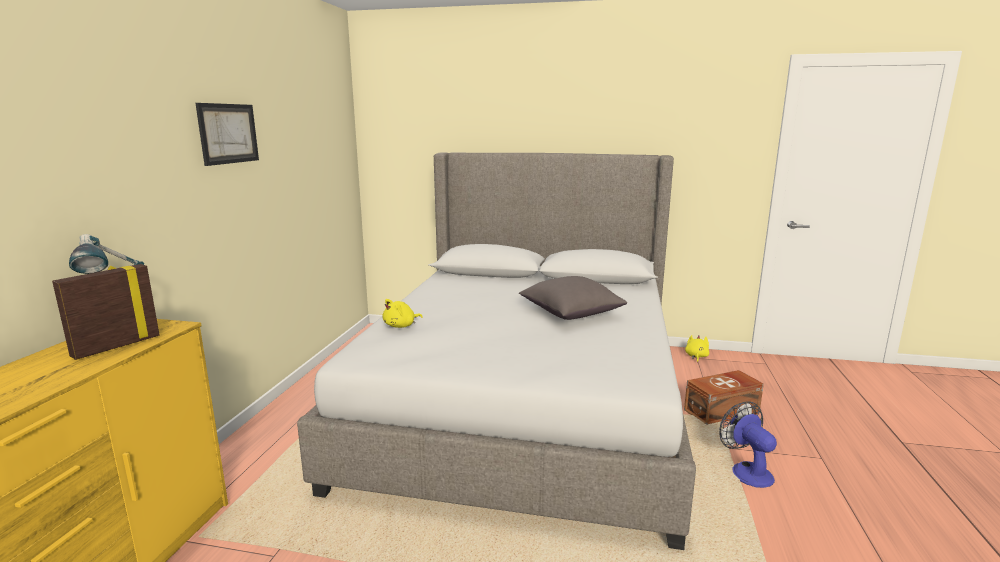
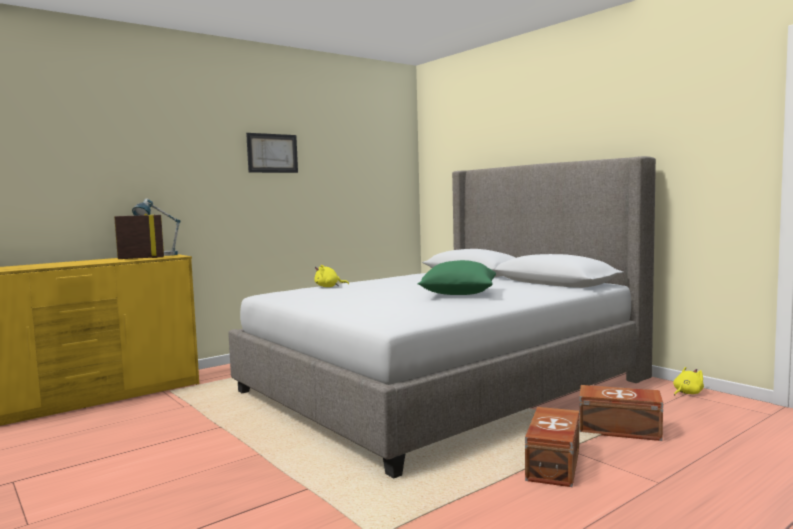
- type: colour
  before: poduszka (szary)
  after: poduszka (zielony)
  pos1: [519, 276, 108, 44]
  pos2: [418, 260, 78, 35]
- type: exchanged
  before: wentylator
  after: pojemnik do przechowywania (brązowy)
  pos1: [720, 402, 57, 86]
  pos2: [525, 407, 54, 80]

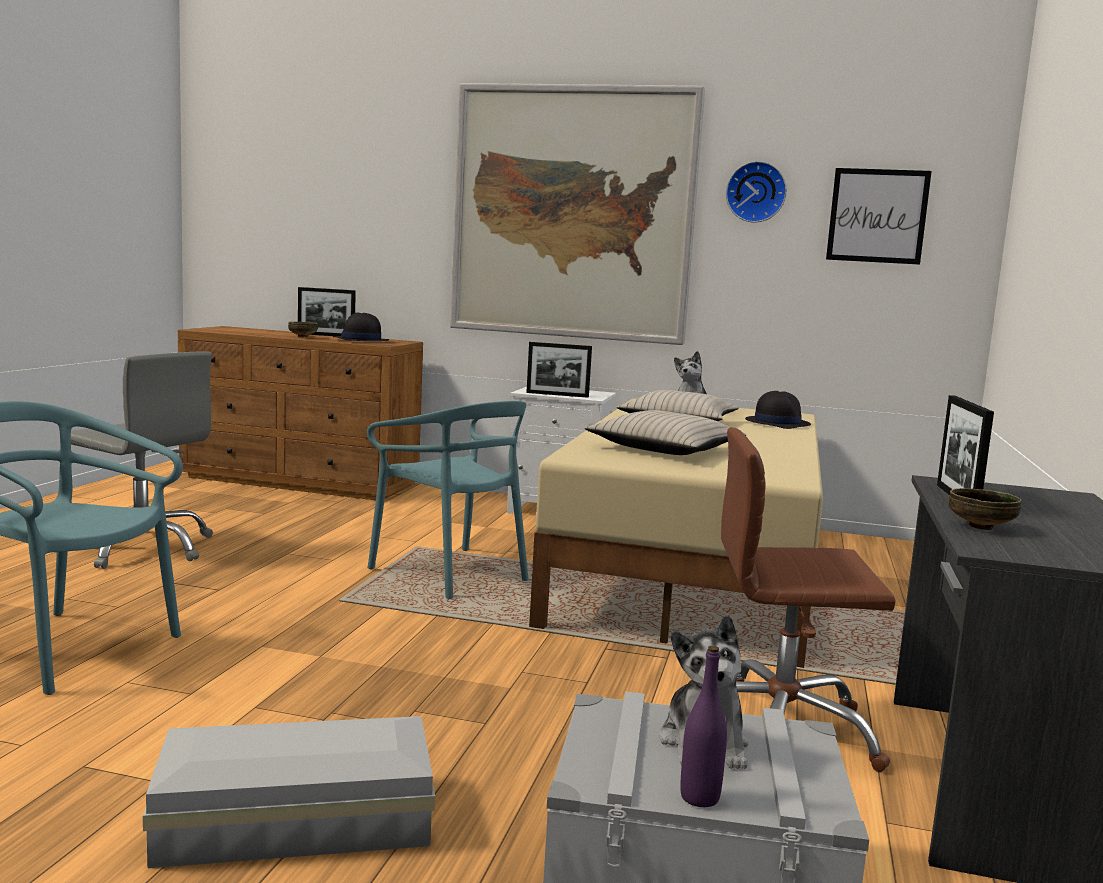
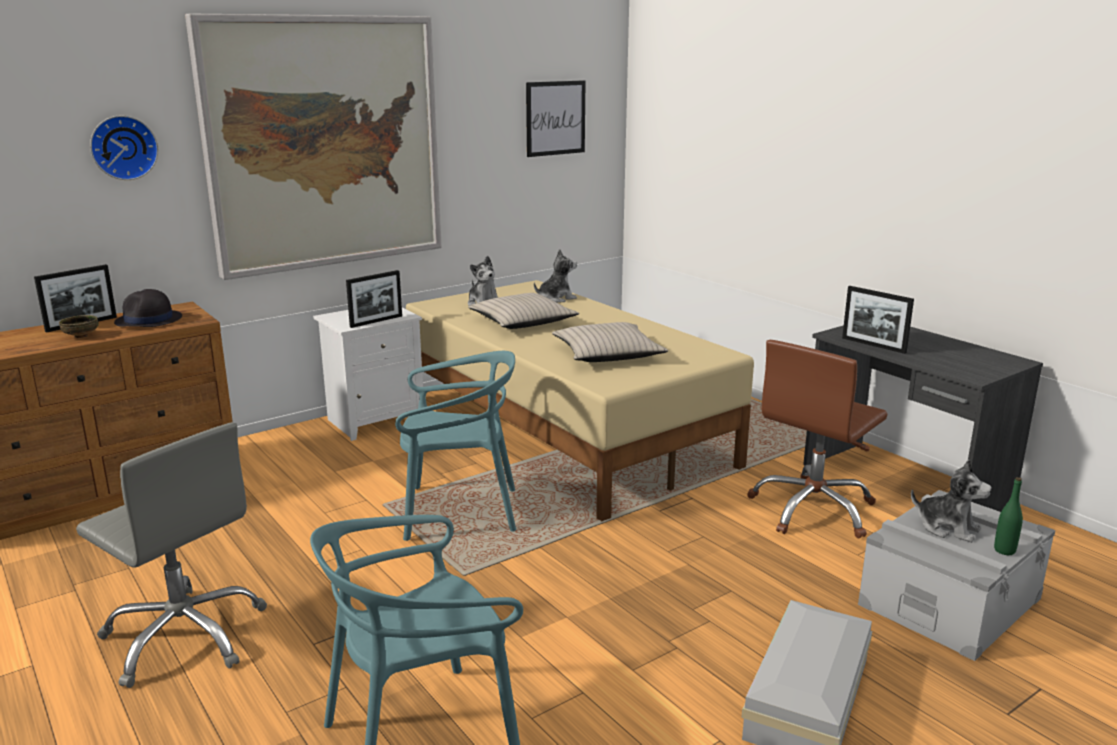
- type: relocated
  before: zegar ścienny
  pos1: [726, 161, 61, 62]
  pos2: [90, 115, 68, 65]
- type: spun
  before: krzesło biurowe (szary)
  pos1: [71, 351, 142, 218]
  pos2: [76, 422, 191, 266]
  turn: 60
- type: exchanged
  before: kapelusz (czarny)
  after: pluszak
  pos1: [745, 391, 66, 38]
  pos2: [534, 249, 43, 54]
- type: missing
  before: miska
  pos1: [949, 488, 73, 42]
- type: colour
  before: butelka (fioletowy)
  after: butelka (zielony)
  pos1: [680, 646, 47, 161]
  pos2: [994, 477, 29, 78]

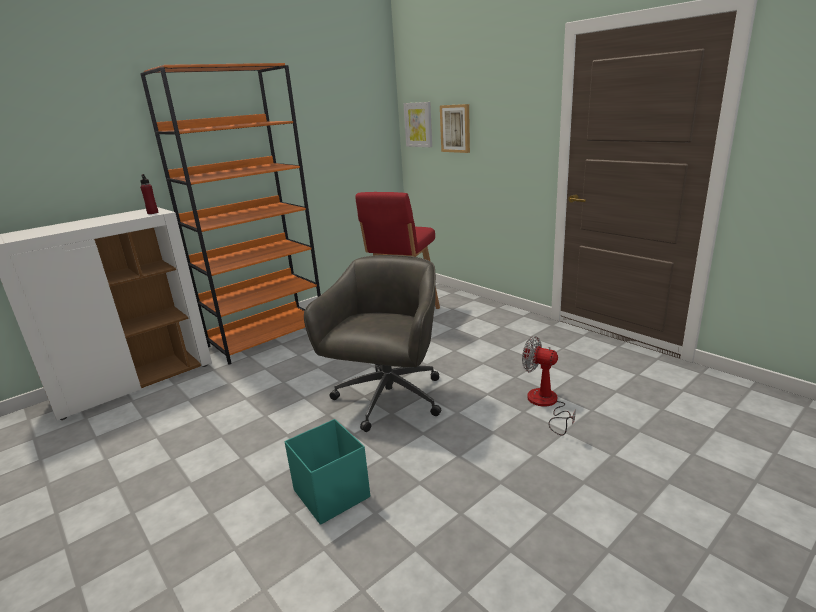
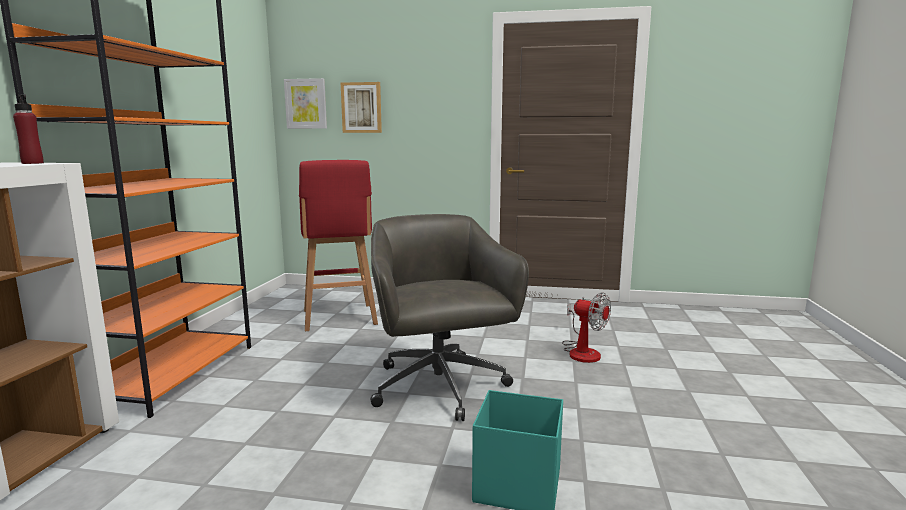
- type: spun
  before: wentylator
  pos1: [522, 336, 54, 100]
  pos2: [562, 292, 49, 71]
  turn: -135

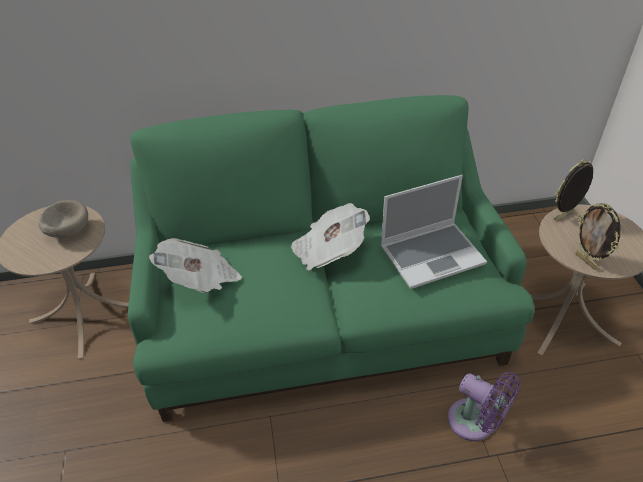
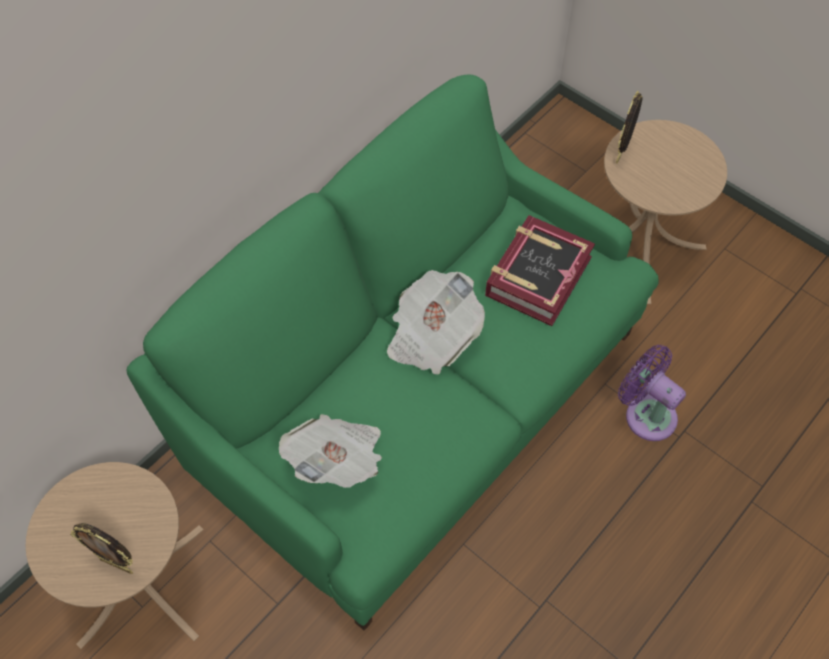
- type: exchanged
  before: laptop
  after: książka
  pos1: [380, 175, 107, 114]
  pos2: [485, 215, 110, 111]
- type: missing
  before: miska (beżowy)
  pos1: [38, 200, 50, 38]
- type: relocated
  before: ramka na zdjęcie
  pos1: [575, 203, 46, 67]
  pos2: [70, 523, 63, 51]
- type: spun
  before: wentylator (fioletowy)
  pos1: [448, 372, 73, 69]
  pos2: [618, 345, 68, 96]
  turn: -135

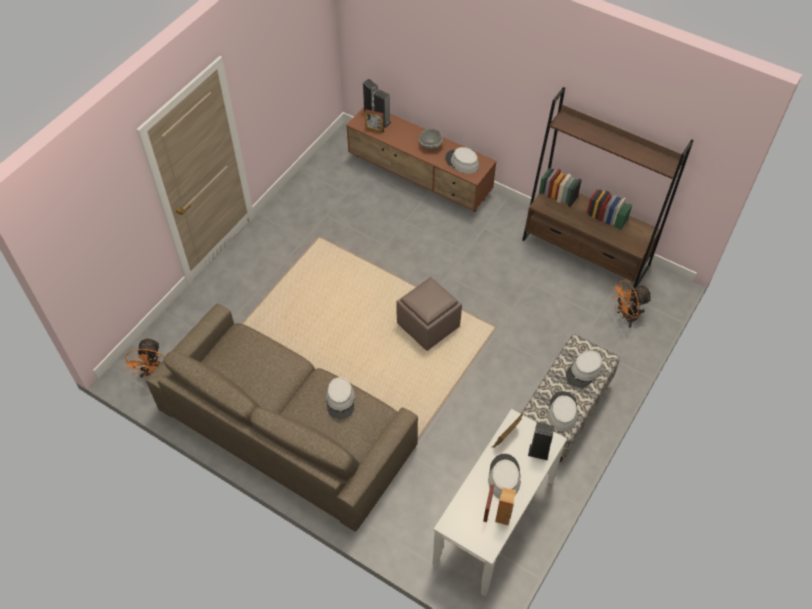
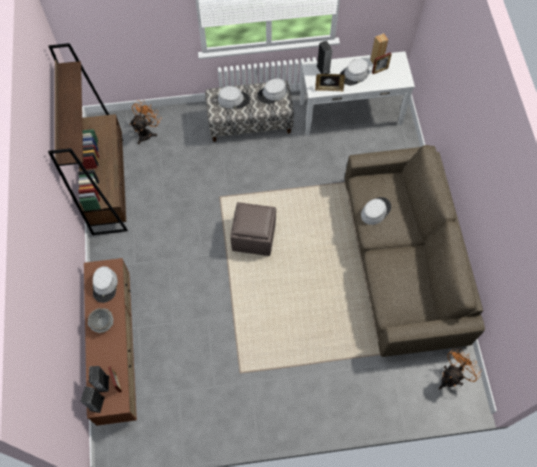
- type: spun
  before: wentylator (pomarańczowy)
  pos1: [612, 280, 40, 48]
  pos2: [130, 100, 32, 44]
  turn: -90

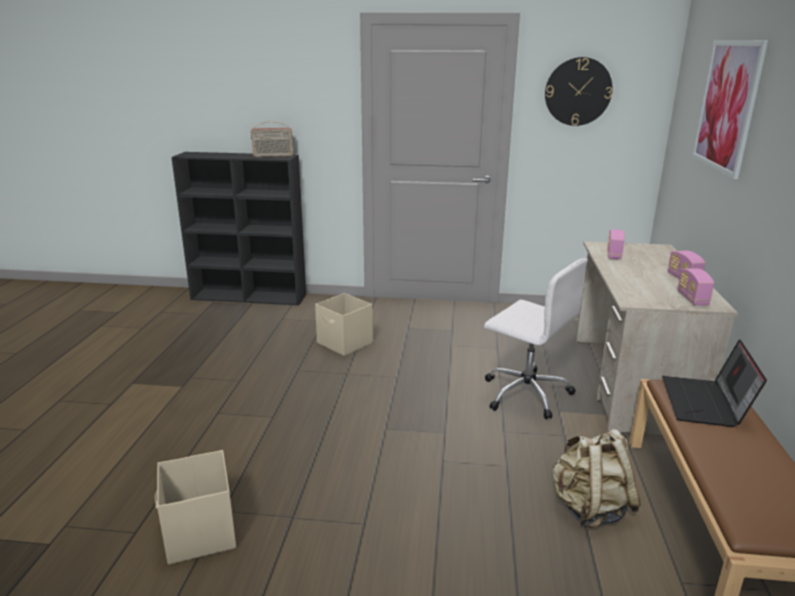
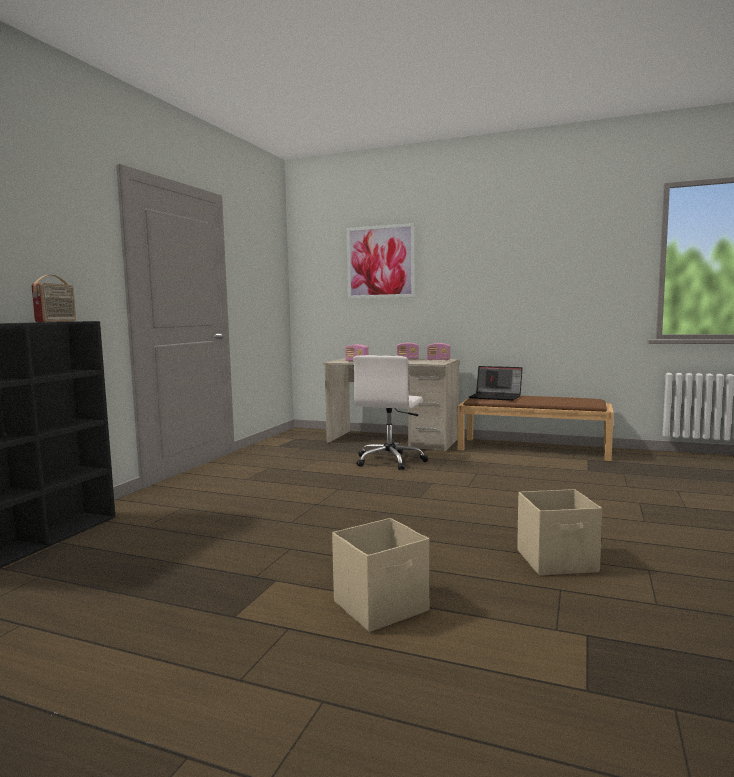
- type: missing
  before: zegar ścienny
  pos1: [545, 57, 67, 69]
- type: spun
  before: krzesło biurowe (biały)
  pos1: [484, 258, 104, 162]
  pos2: [353, 355, 75, 115]
  turn: 150
- type: relocated
  before: pojemnik do przechowywania (beżowy)
  pos1: [315, 293, 58, 63]
  pos2: [332, 518, 98, 114]
- type: missing
  before: plecak (beżowy)
  pos1: [552, 429, 89, 99]

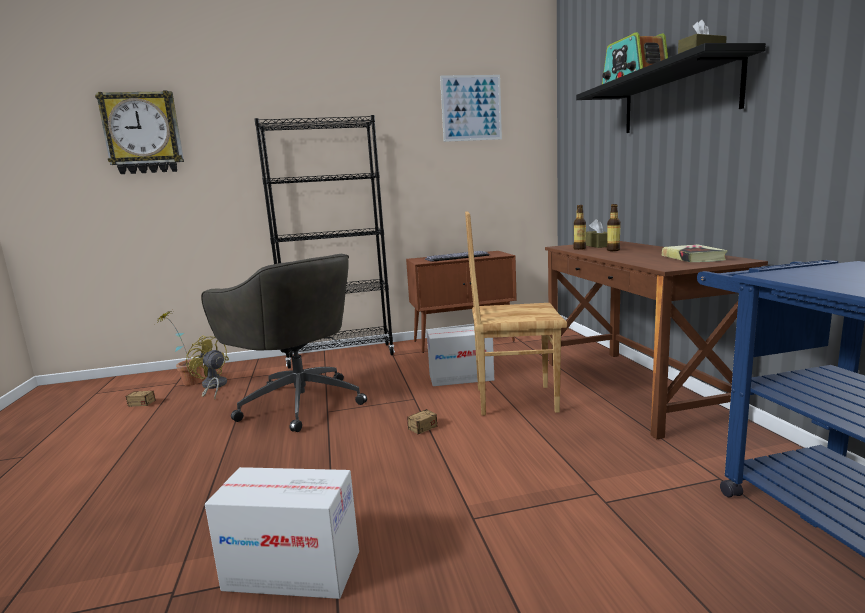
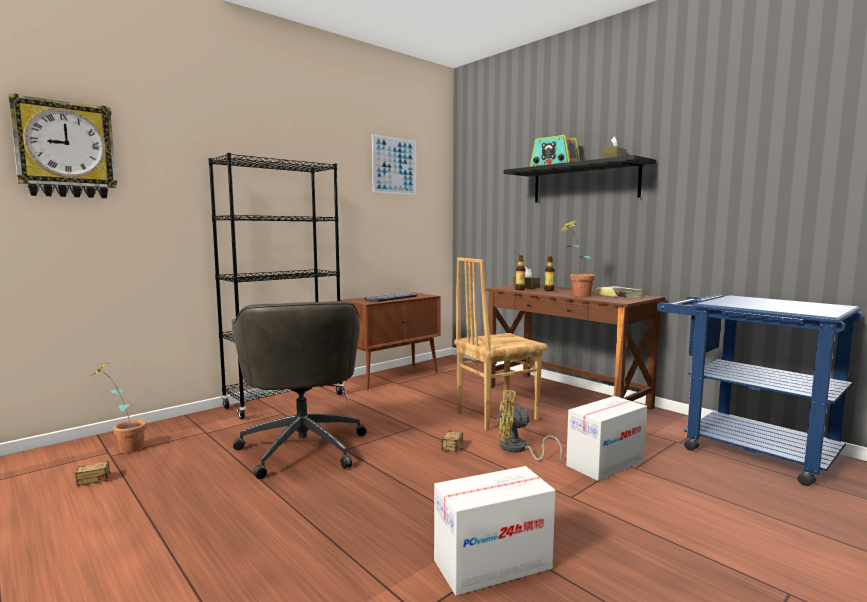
- type: spun
  before: krzesło biurowe (szary)
  pos1: [201, 254, 166, 178]
  pos2: [231, 301, 135, 178]
  turn: 60
- type: relocated
  before: karton
  pos1: [427, 326, 67, 60]
  pos2: [566, 396, 81, 85]
- type: relocated
  before: wentylator (żółty)
  pos1: [186, 336, 43, 63]
  pos2: [497, 390, 66, 71]
- type: appeared
  after: roślina doniczkowa
  pos2: [560, 221, 35, 76]

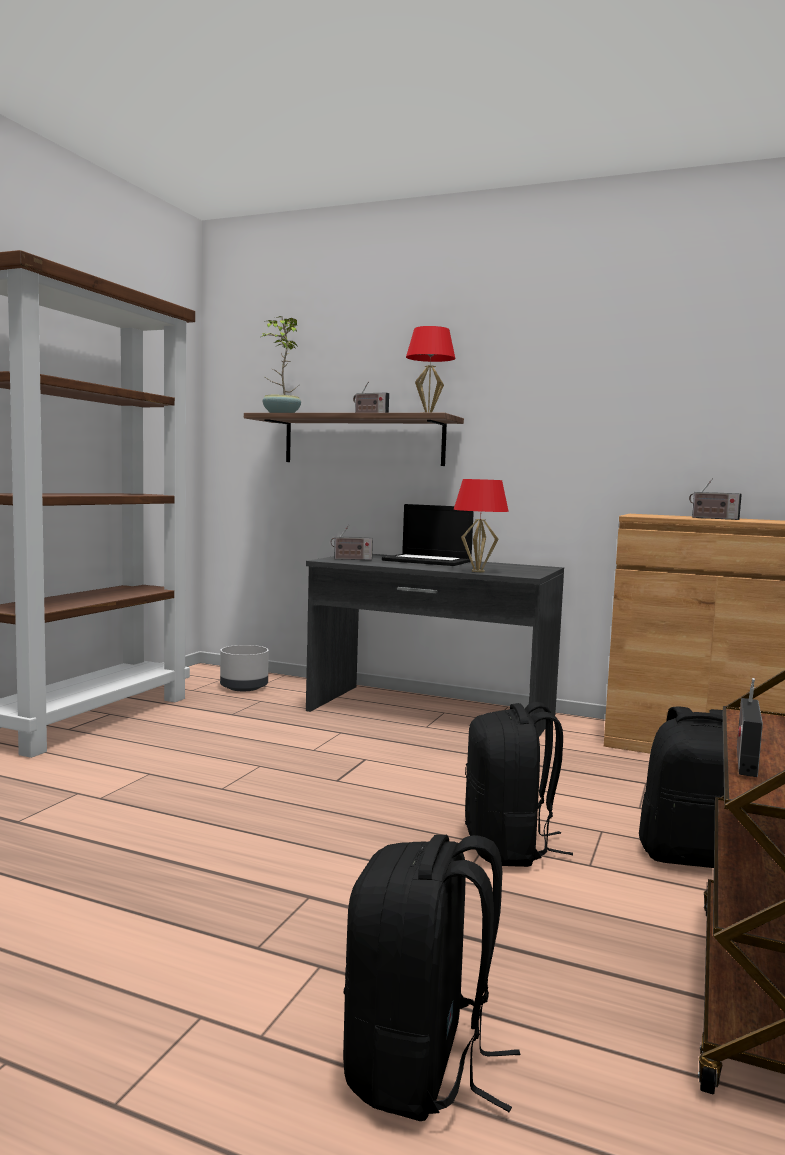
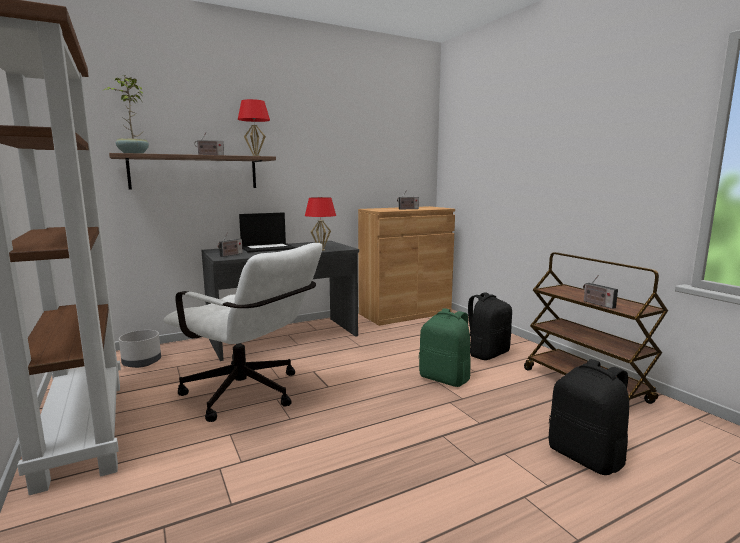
- type: colour
  before: plecak (czarny)
  after: plecak (zielony)
  pos1: [465, 702, 108, 165]
  pos2: [419, 308, 52, 79]
- type: appeared
  after: krzesło biurowe (biały)
  pos2: [163, 243, 160, 179]

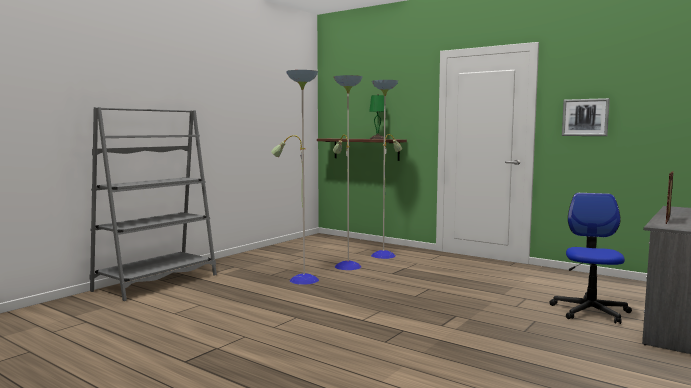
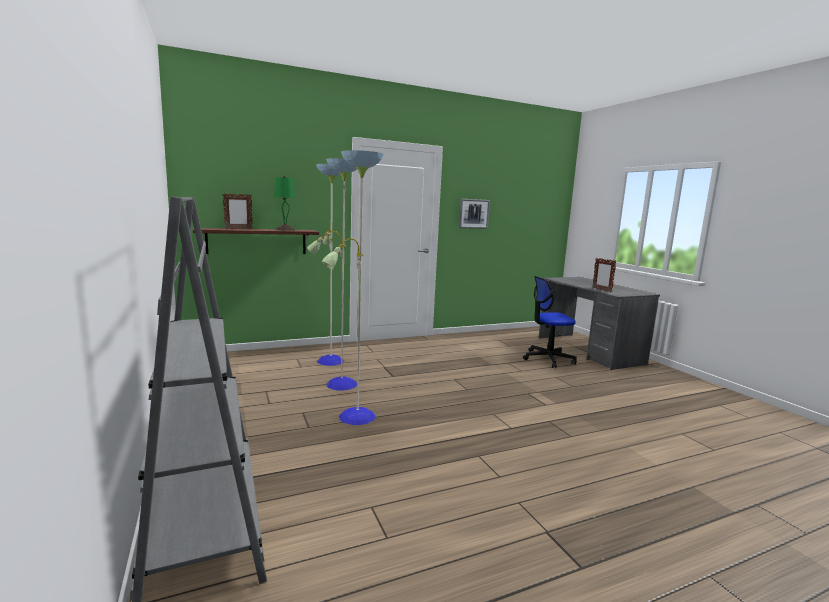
- type: spun
  before: krzesło biurowe
  pos1: [549, 193, 83, 131]
  pos2: [523, 276, 54, 92]
  turn: -60
- type: appeared
  after: ramka na zdjęcie
  pos2: [223, 193, 30, 36]

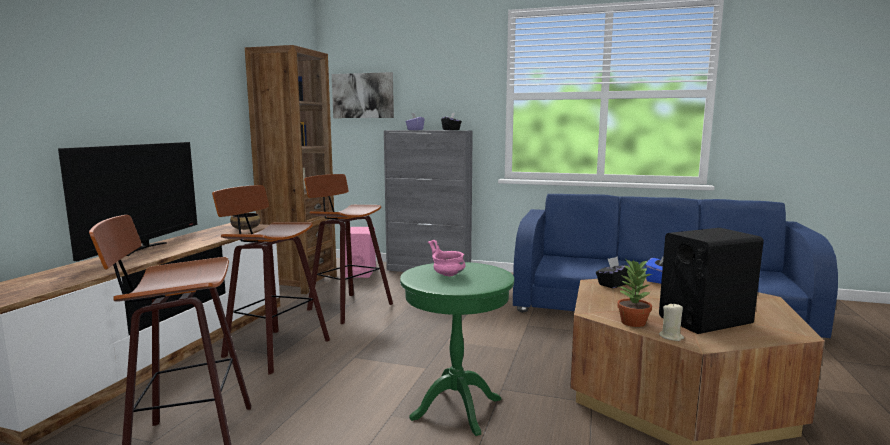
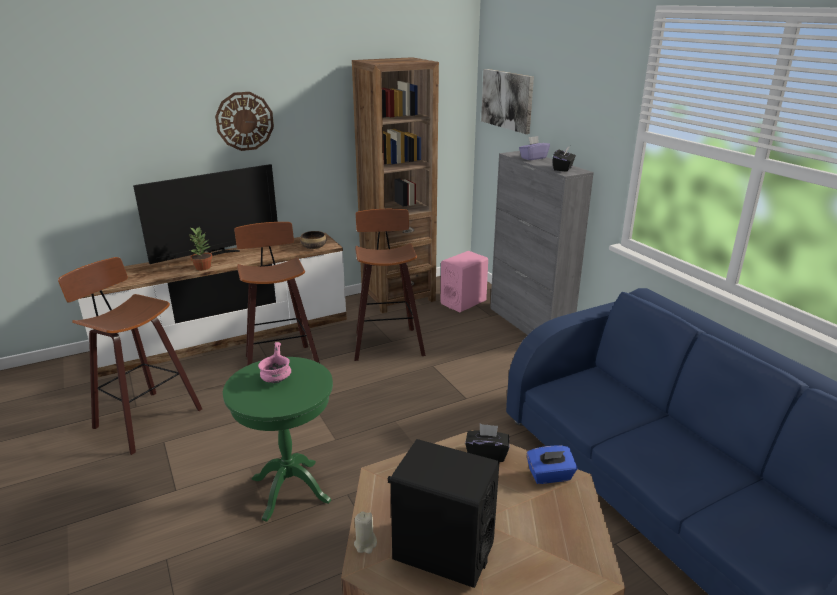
- type: relocated
  before: roślina doniczkowa
  pos1: [617, 260, 35, 67]
  pos2: [188, 227, 25, 44]
- type: appeared
  after: zegar ścienny
  pos2: [215, 92, 59, 59]

